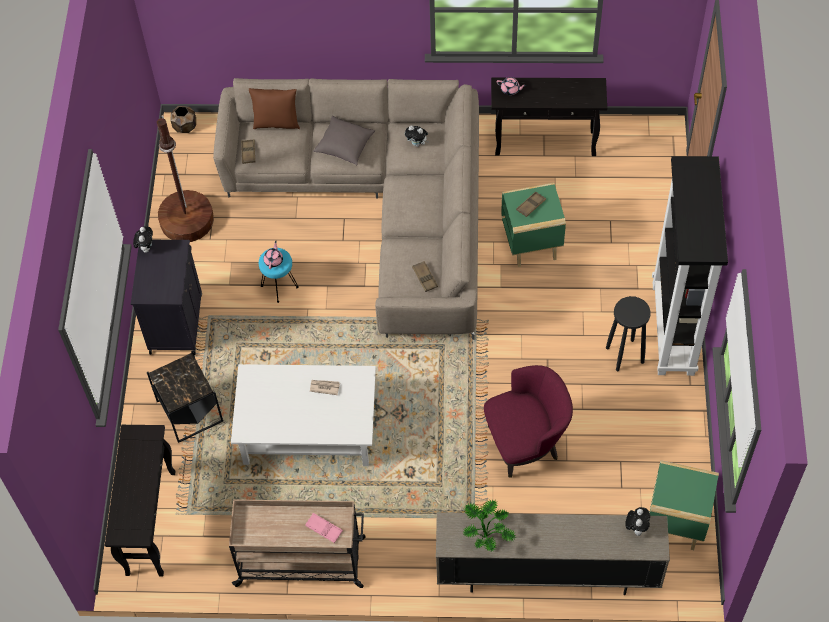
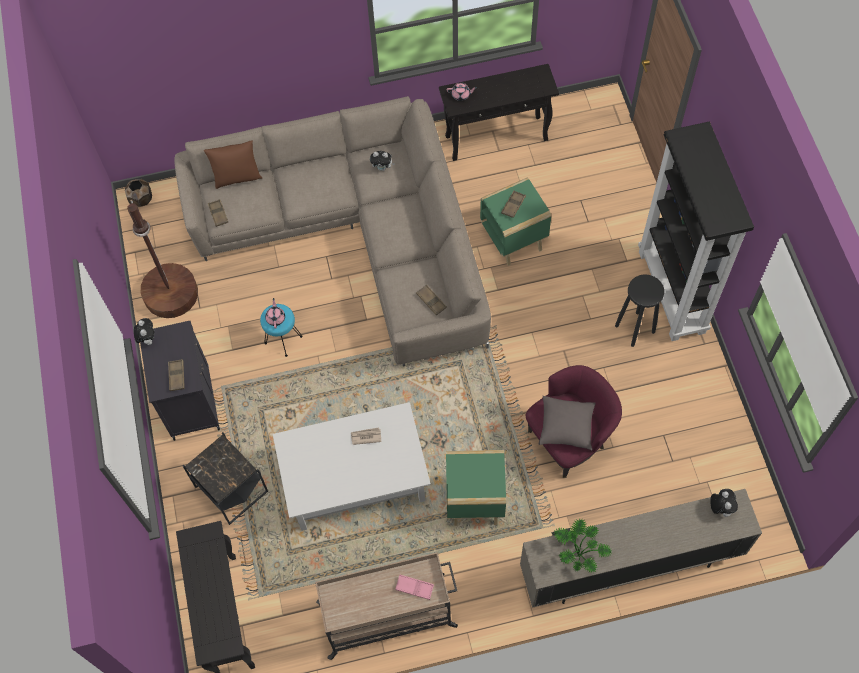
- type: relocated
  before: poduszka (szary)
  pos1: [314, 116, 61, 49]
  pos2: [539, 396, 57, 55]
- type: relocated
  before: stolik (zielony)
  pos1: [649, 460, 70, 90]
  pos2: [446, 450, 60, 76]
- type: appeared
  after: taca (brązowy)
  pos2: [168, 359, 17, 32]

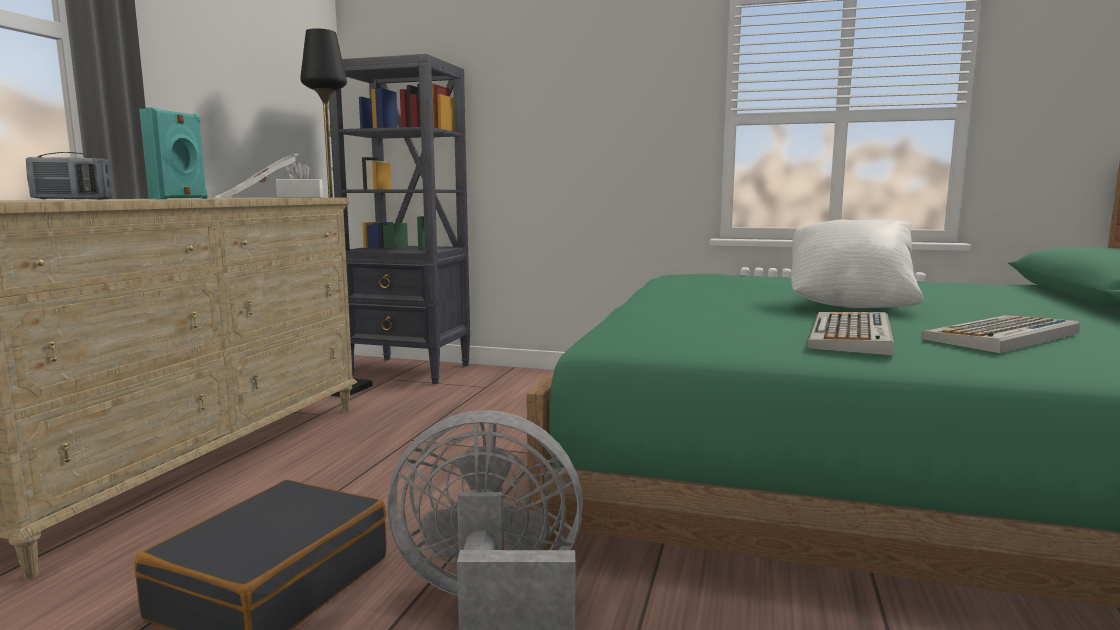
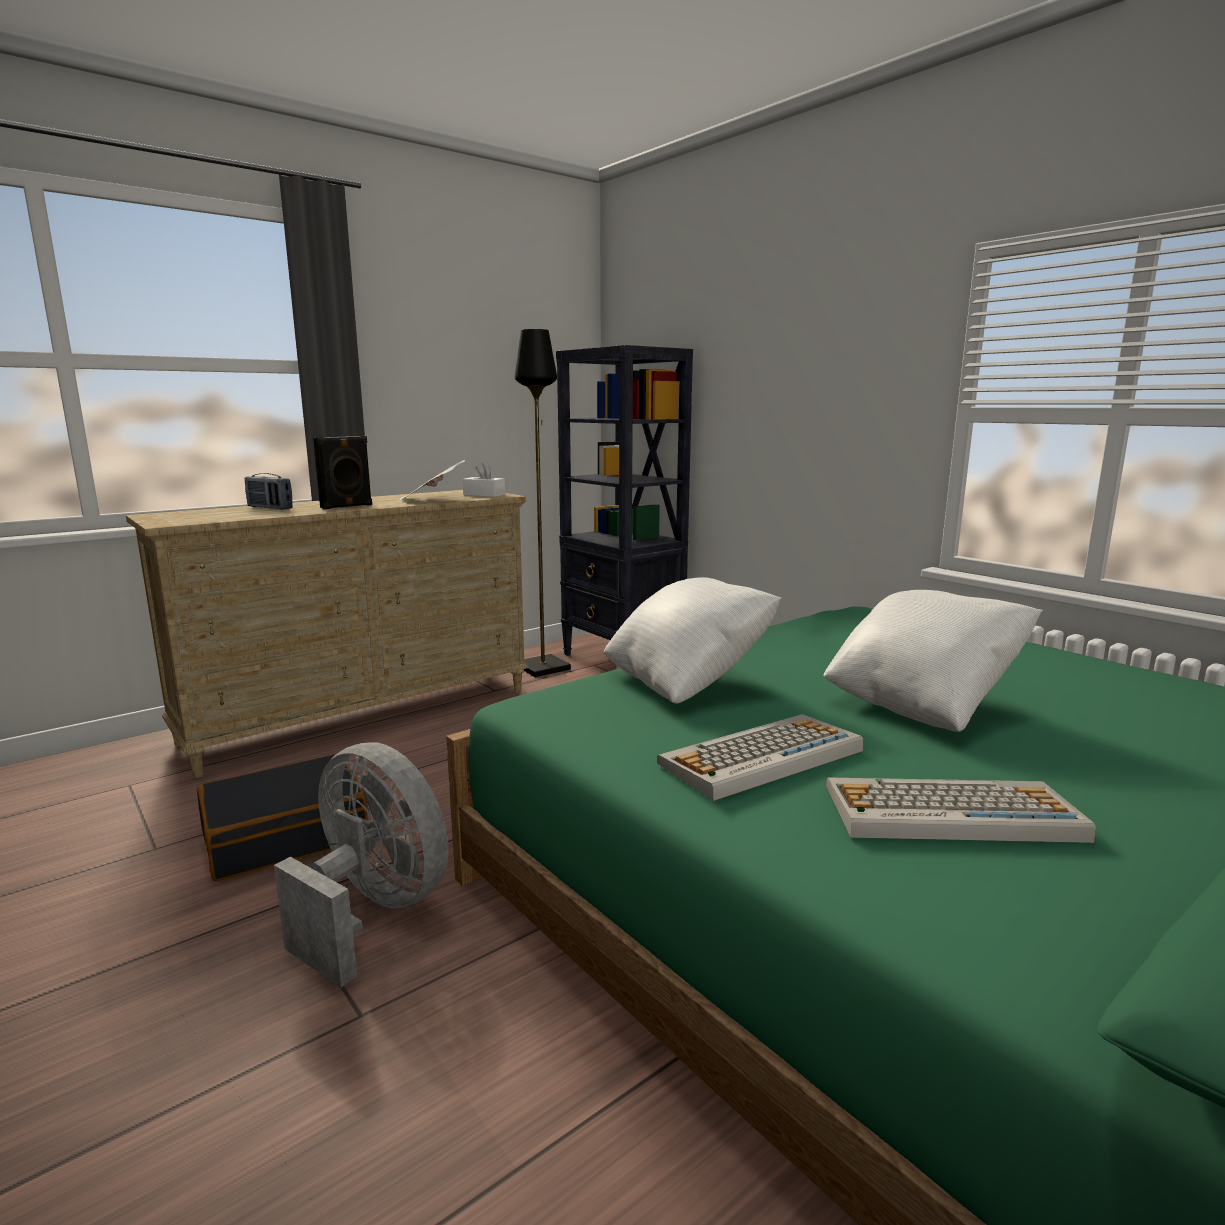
- type: colour
  before: głośnik (turkusowy)
  after: głośnik (czarny)
  pos1: [139, 107, 68, 92]
  pos2: [313, 436, 59, 73]
- type: appeared
  after: poduszka (biały)
  pos2: [604, 577, 177, 127]

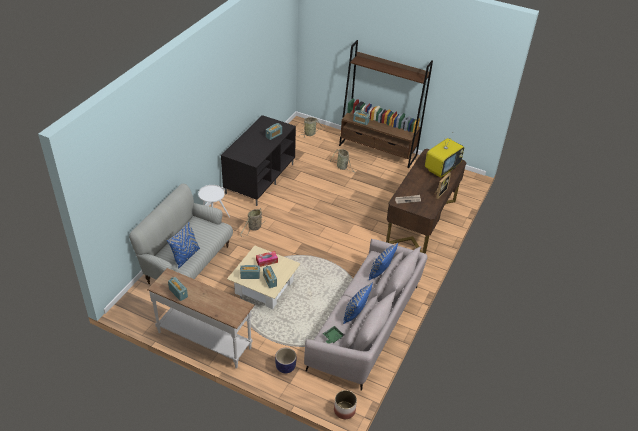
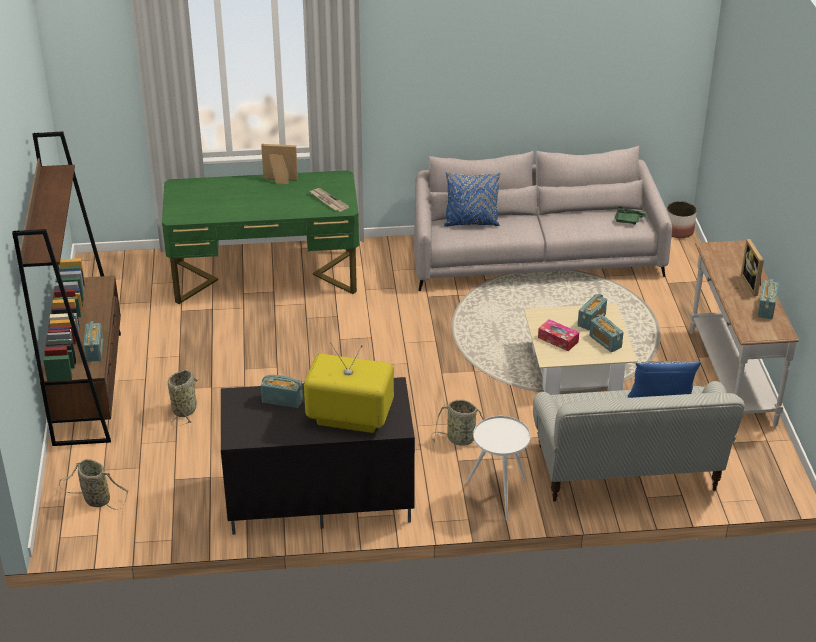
- type: relocated
  before: telewizor
  pos1: [425, 132, 39, 46]
  pos2: [304, 342, 90, 91]
- type: colour
  before: biurko (brązowy)
  after: biurko (zielony)
  pos1: [386, 149, 81, 105]
  pos2: [162, 170, 197, 134]
- type: missing
  before: poduszka (niebieski)
  pos1: [343, 283, 30, 41]
- type: missing
  before: donica
  pos1: [275, 348, 21, 25]
- type: appeared
  after: ramka na zdjęcie
  pos2: [741, 239, 23, 57]

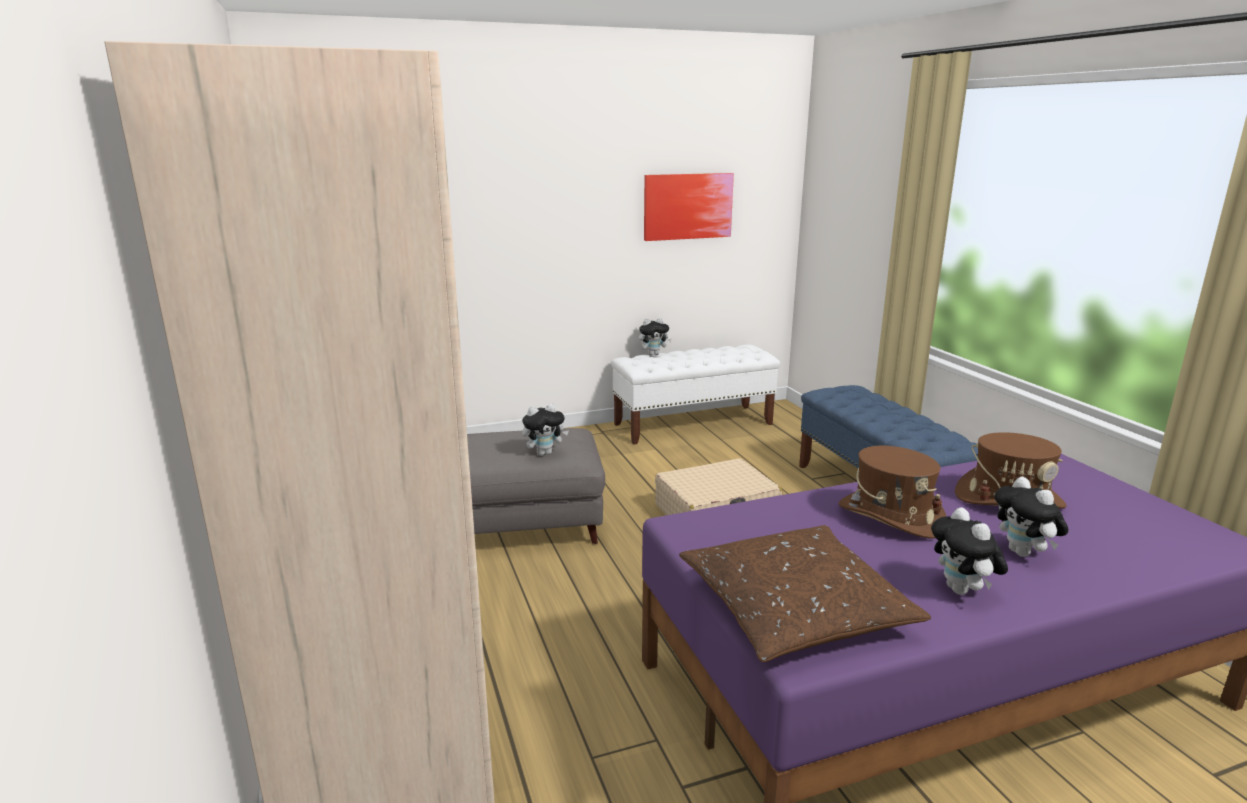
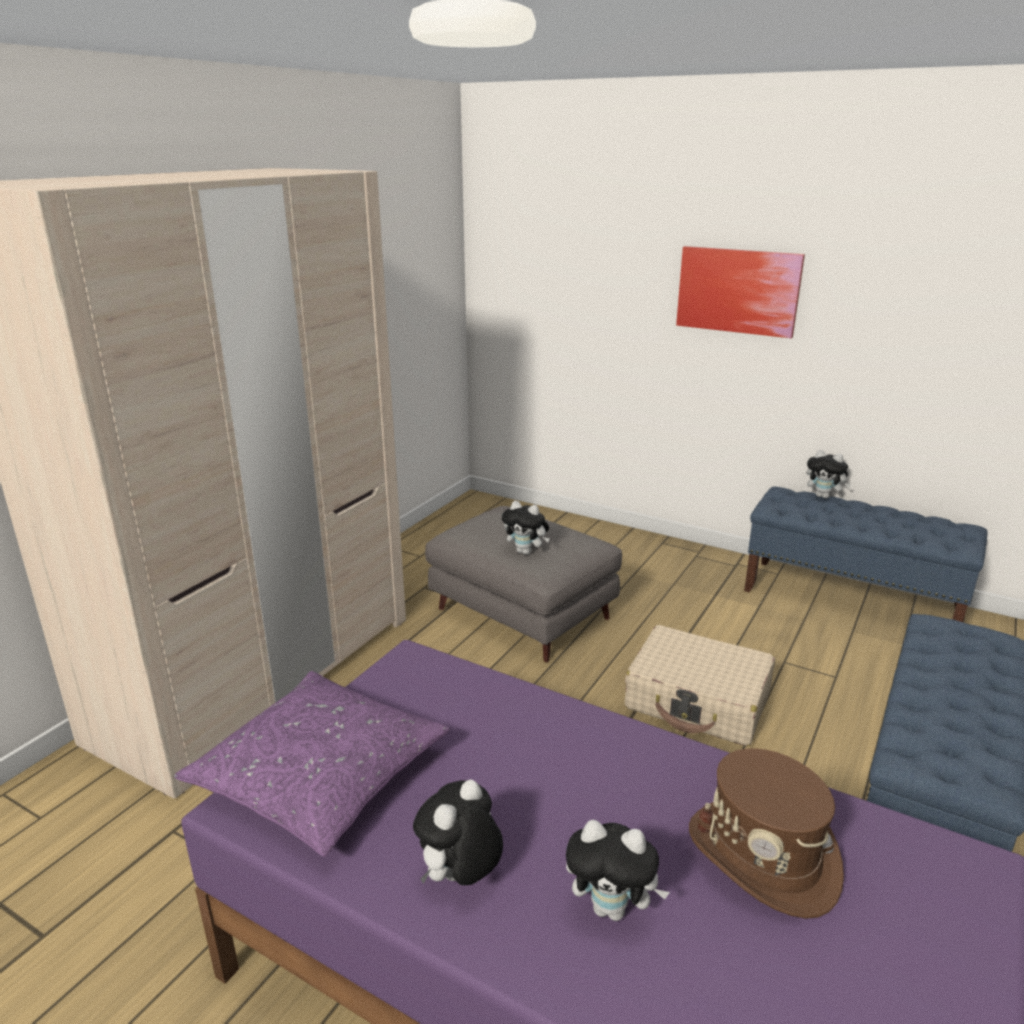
- type: relocated
  before: obraz
  pos1: [644, 173, 90, 68]
  pos2: [676, 246, 129, 92]
- type: colour
  before: ławka (biały)
  after: ławka (niebieski)
  pos1: [611, 344, 169, 101]
  pos2: [744, 487, 244, 135]
- type: missing
  before: kapelusz (brązowy)
  pos1: [839, 446, 107, 93]
- type: spun
  before: pluszak
  pos1: [995, 477, 73, 80]
  pos2: [566, 820, 104, 101]
  turn: -105
- type: colour
  before: poduszka (brązowy)
  after: poduszka (fioletowy)
  pos1: [679, 525, 252, 137]
  pos2: [174, 671, 276, 186]

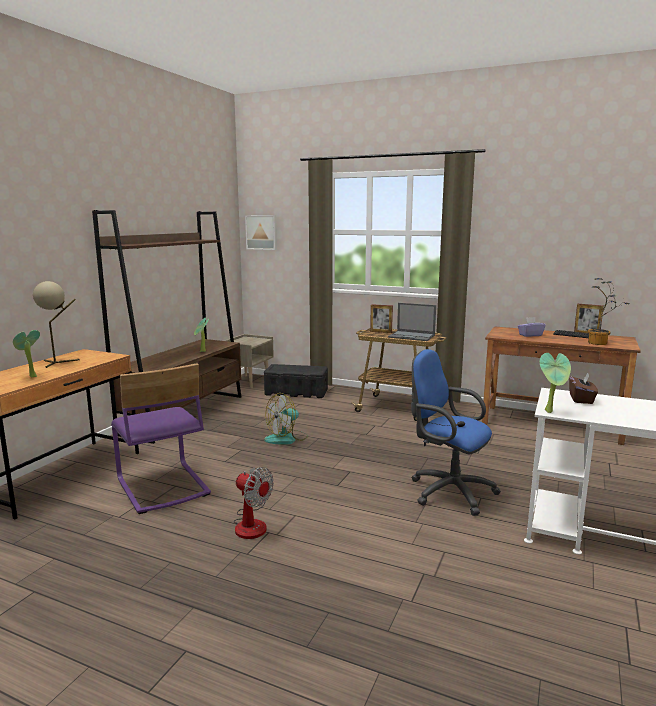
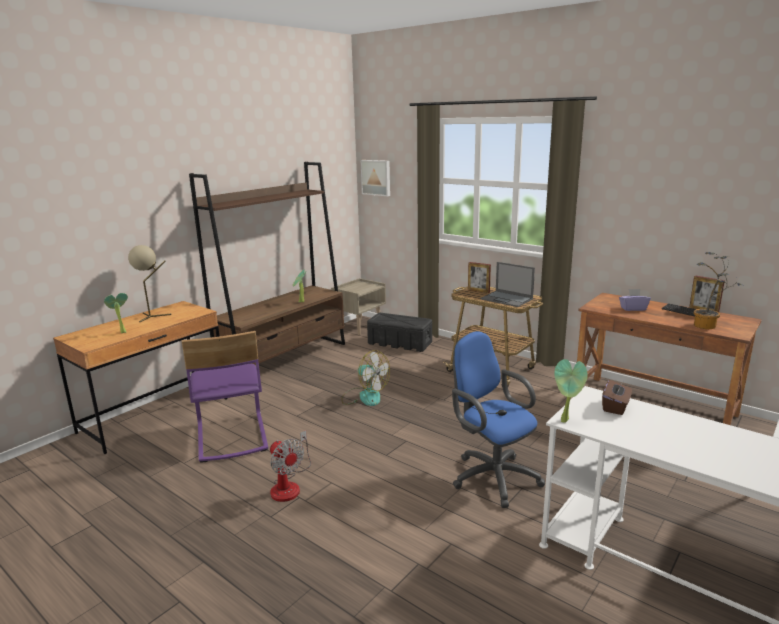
- type: spun
  before: wentylator
  pos1: [264, 393, 44, 52]
  pos2: [341, 350, 49, 56]
  turn: -120

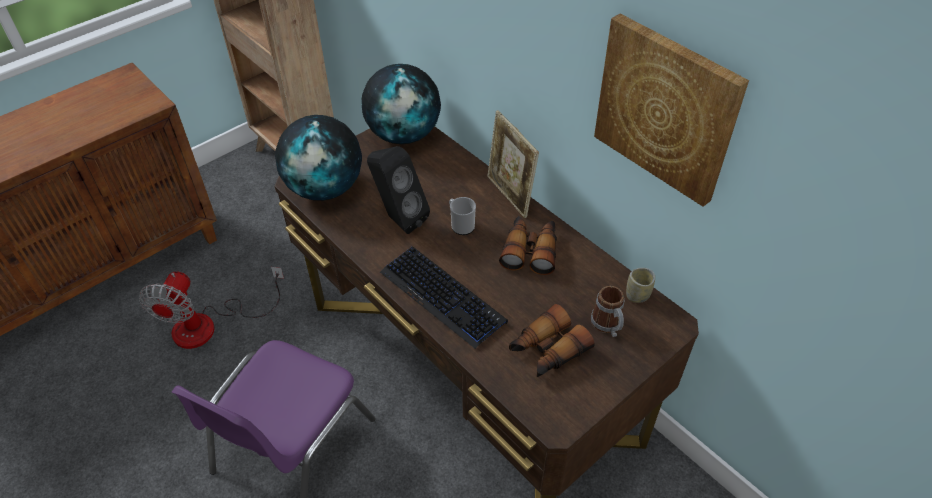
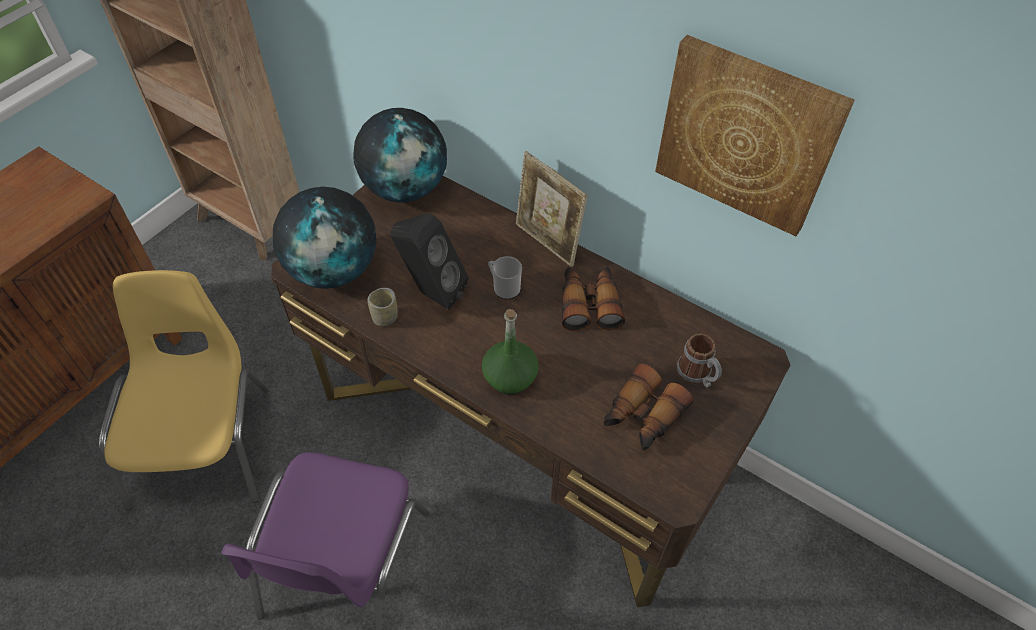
- type: exchanged
  before: klawiatura
  after: butelka (zielony)
  pos1: [380, 246, 128, 103]
  pos2: [482, 309, 57, 86]
- type: exchanged
  before: wentylator
  after: krzesło (żółty)
  pos1: [139, 267, 145, 82]
  pos2: [98, 270, 171, 241]
- type: relocated
  before: filiżanka
  pos1: [626, 268, 29, 35]
  pos2: [367, 288, 31, 38]

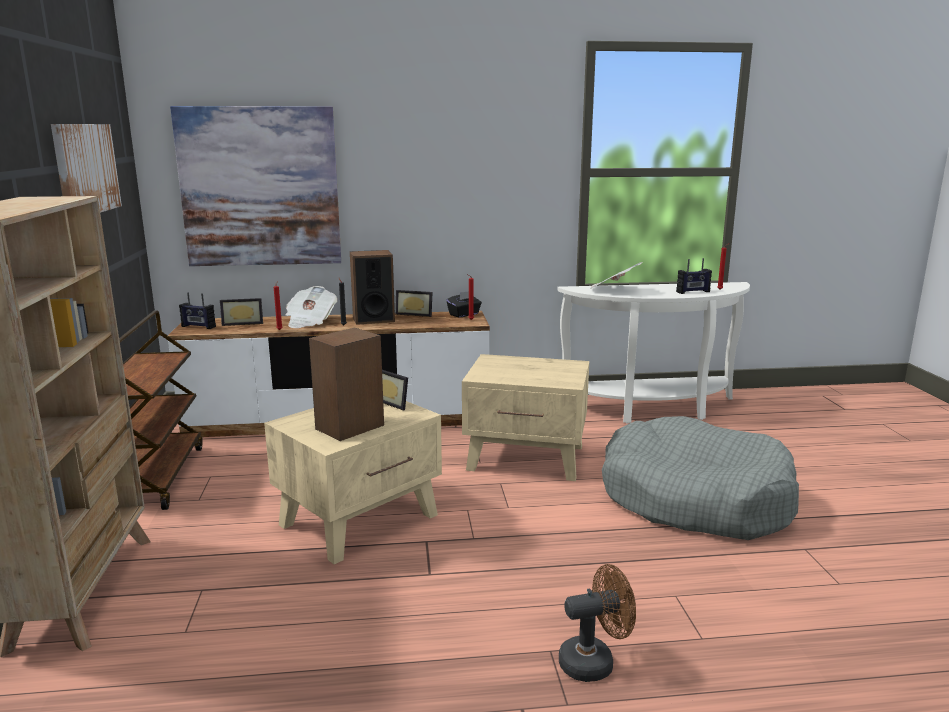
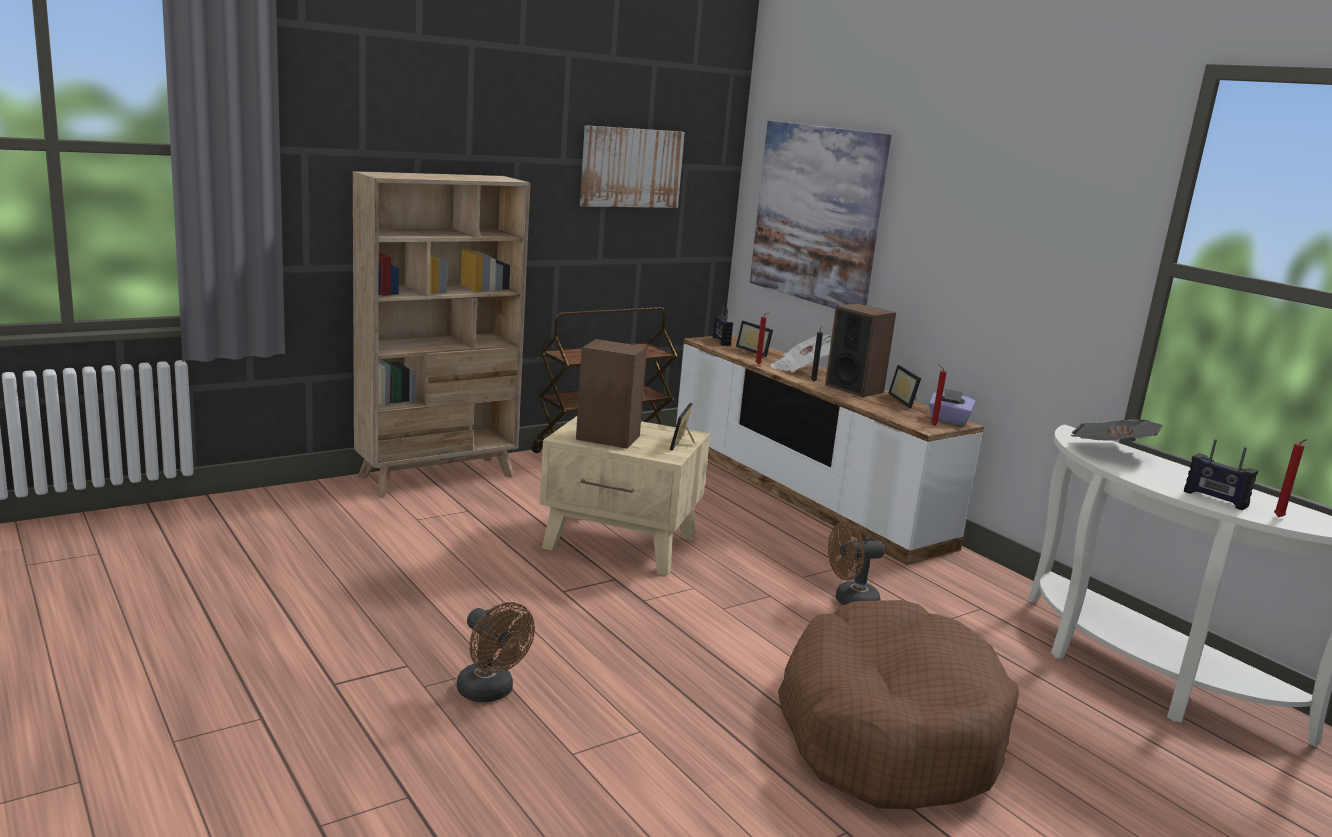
- type: colour
  before: pudełko chusteczek (czarny)
  after: pudełko chusteczek (fioletowy)
  pos1: [446, 291, 36, 27]
  pos2: [929, 389, 47, 36]
- type: exchanged
  before: stolik (beżowy)
  after: wentylator (brązowy)
  pos1: [462, 354, 127, 127]
  pos2: [828, 522, 57, 83]
- type: colour
  before: legowisko (szary)
  after: legowisko (brązowy)
  pos1: [602, 416, 197, 124]
  pos2: [778, 600, 241, 210]

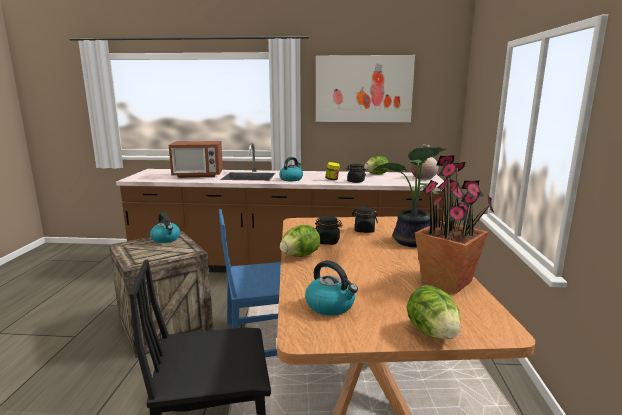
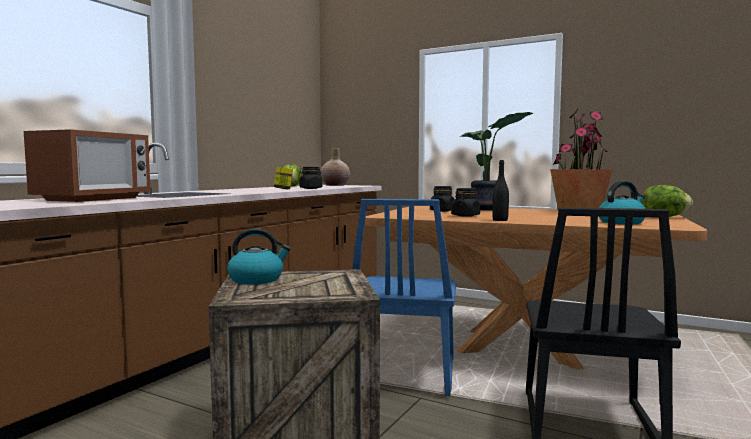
- type: missing
  before: obraz
  pos1: [316, 55, 99, 67]
- type: missing
  before: czajnik
  pos1: [279, 157, 24, 24]
- type: exchanged
  before: sałata
  after: butelka (czarny)
  pos1: [280, 225, 40, 32]
  pos2: [492, 160, 17, 61]

